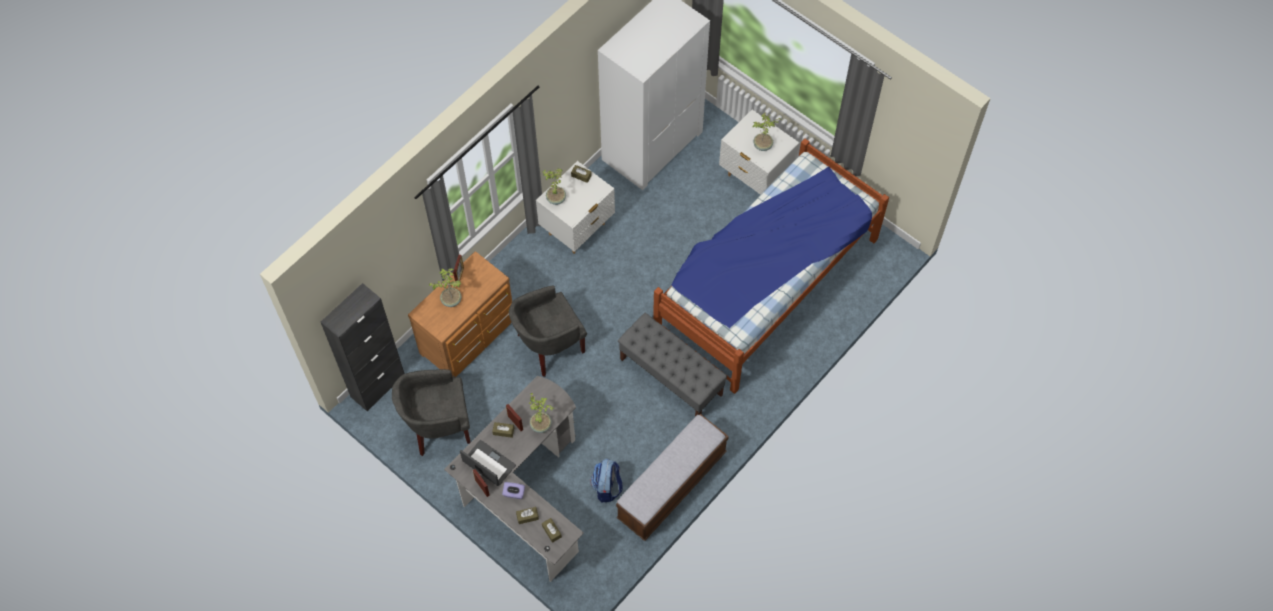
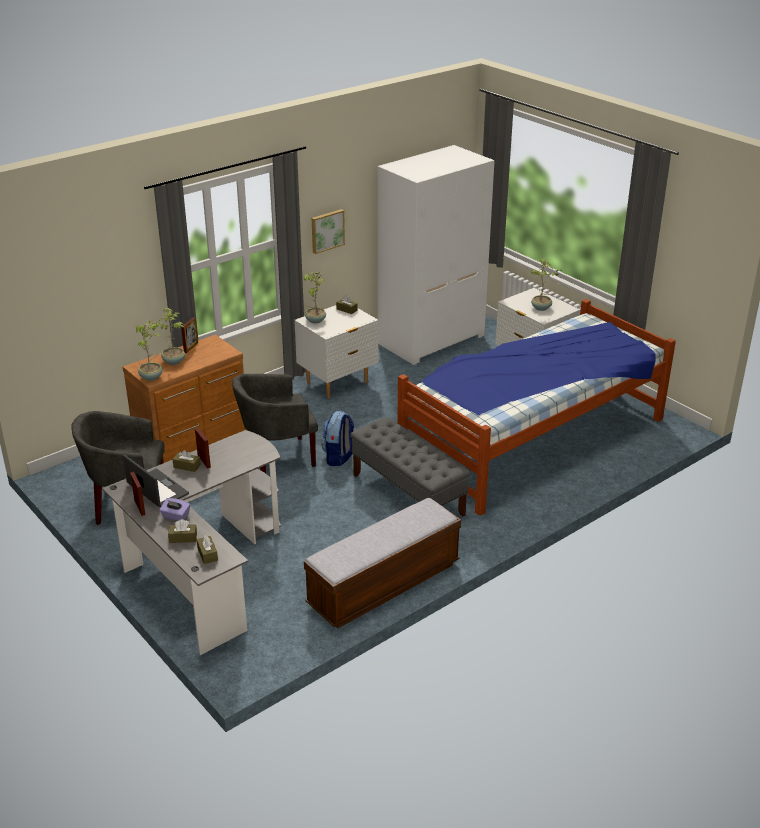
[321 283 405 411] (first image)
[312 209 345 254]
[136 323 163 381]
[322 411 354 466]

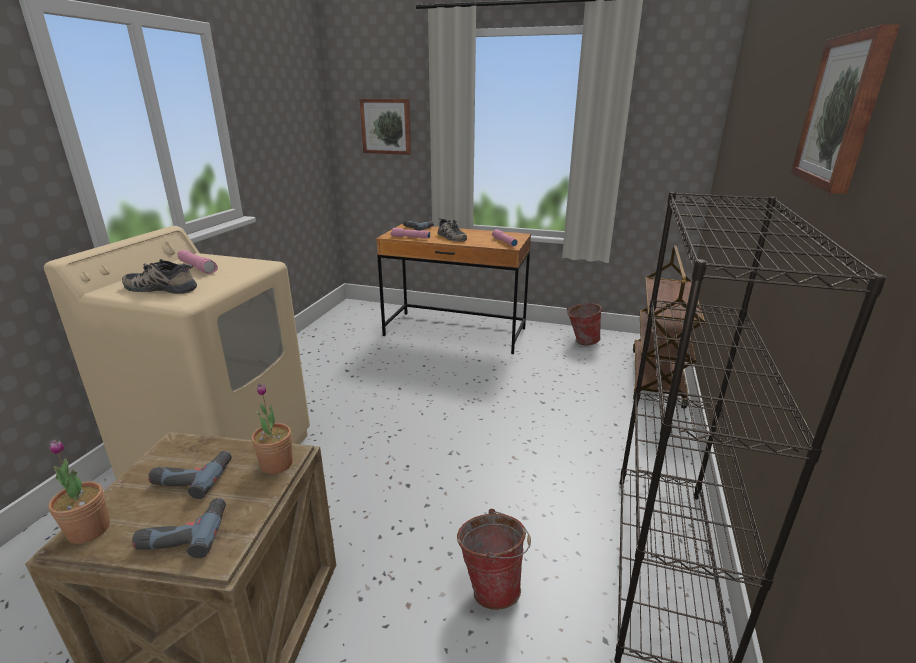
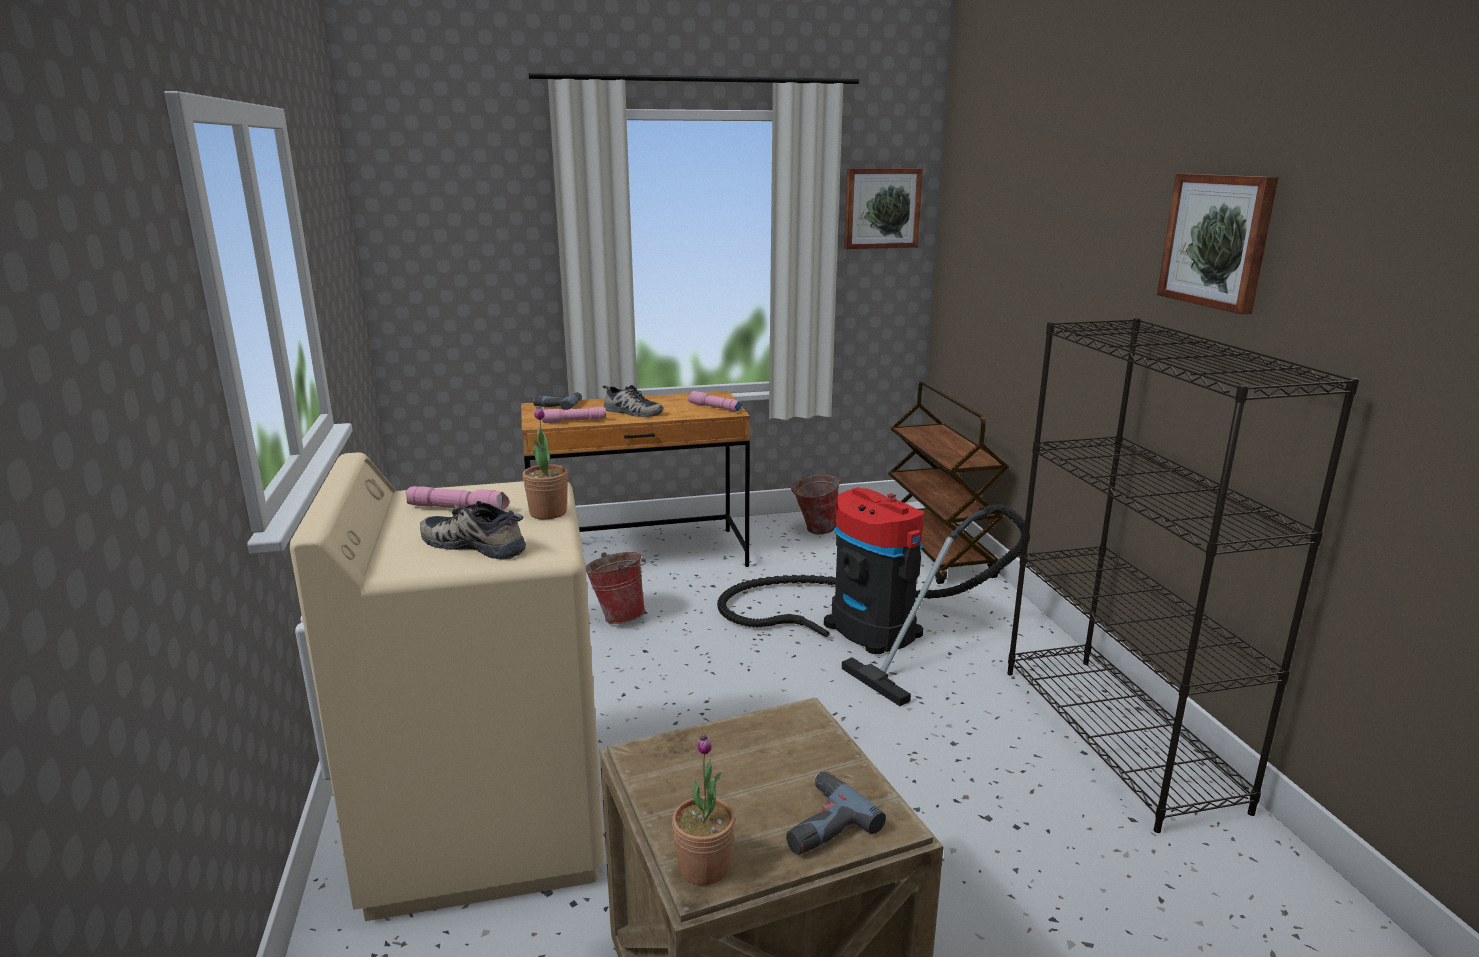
[148 451 232 499] (first image)
[717 487 1030 706]
[522 406 568 520]
[844 168 923 249]
[585 552 646 624]
[420 501 526 560]

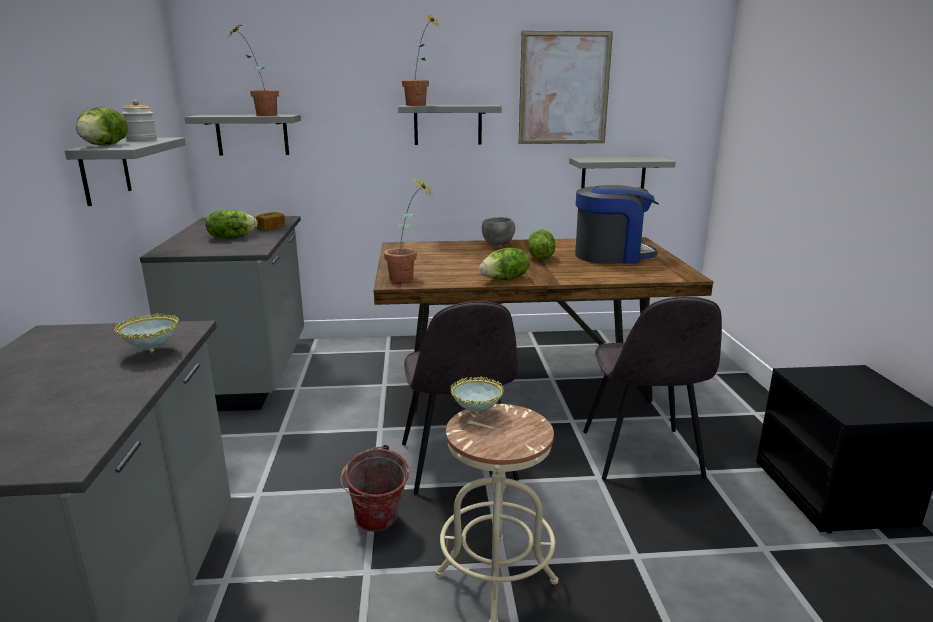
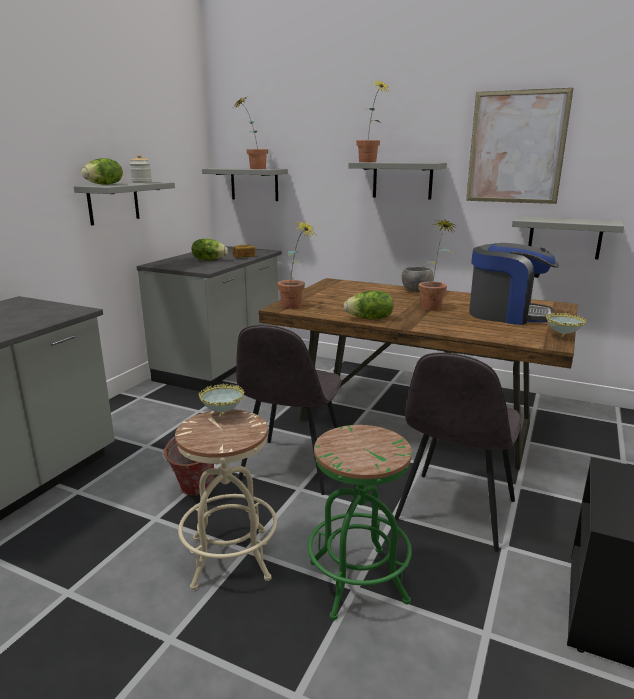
[308 425 412 620]
[546 313 586 337]
[419 220 457 311]

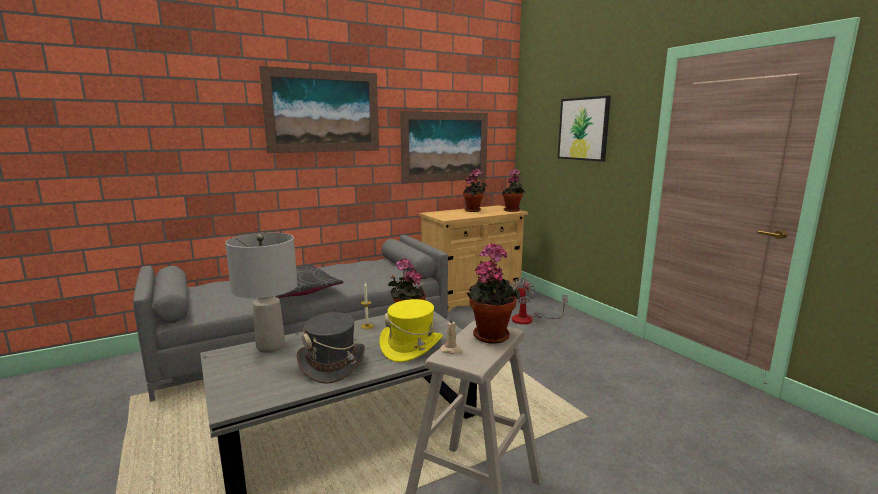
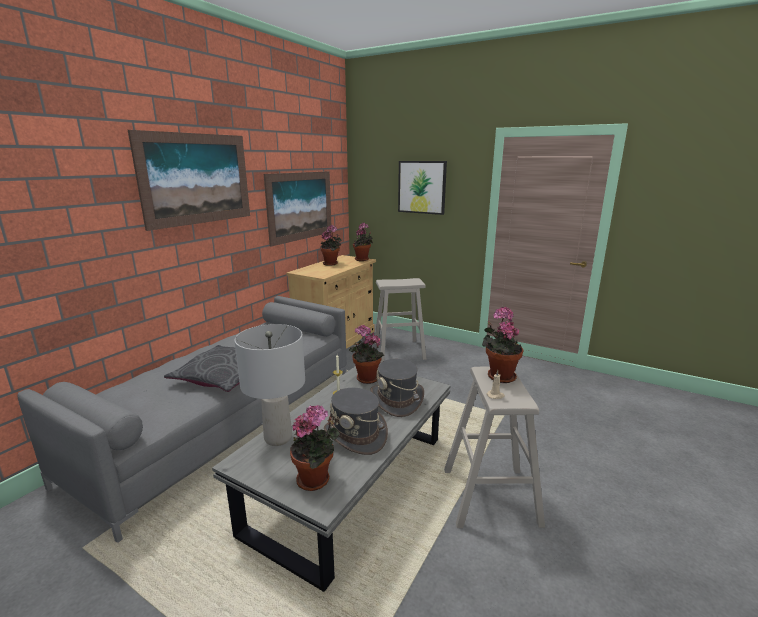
[290 405 340 491]
[374 278 426 363]
[371 359 424 417]

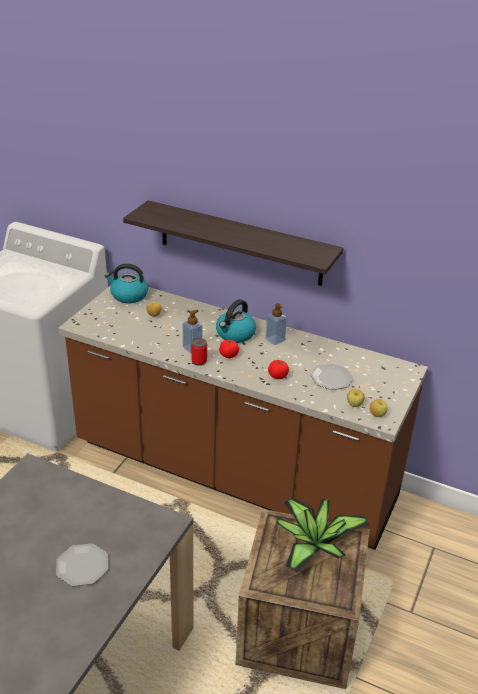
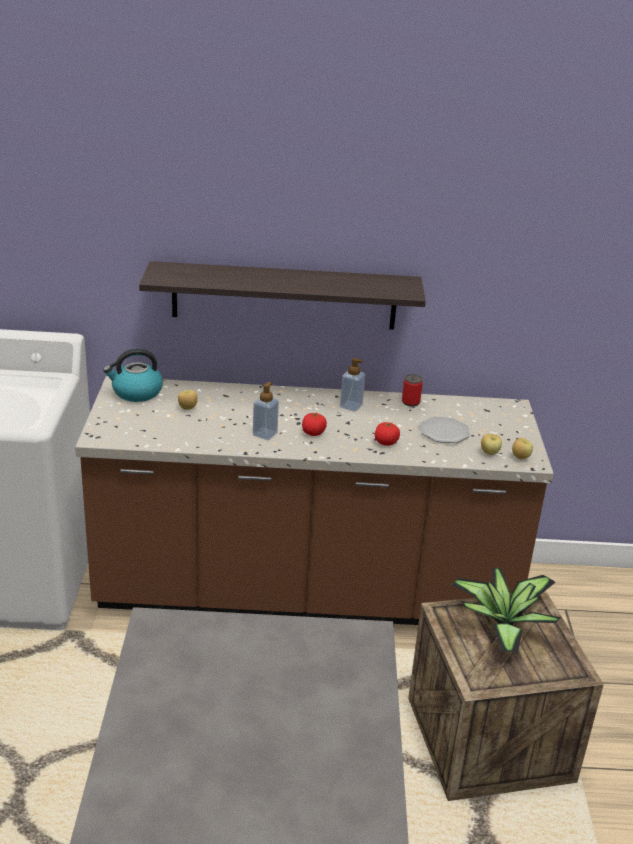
[56 544 108 586] (first image)
[216 299 256 343] (first image)
[402 374 423 407]

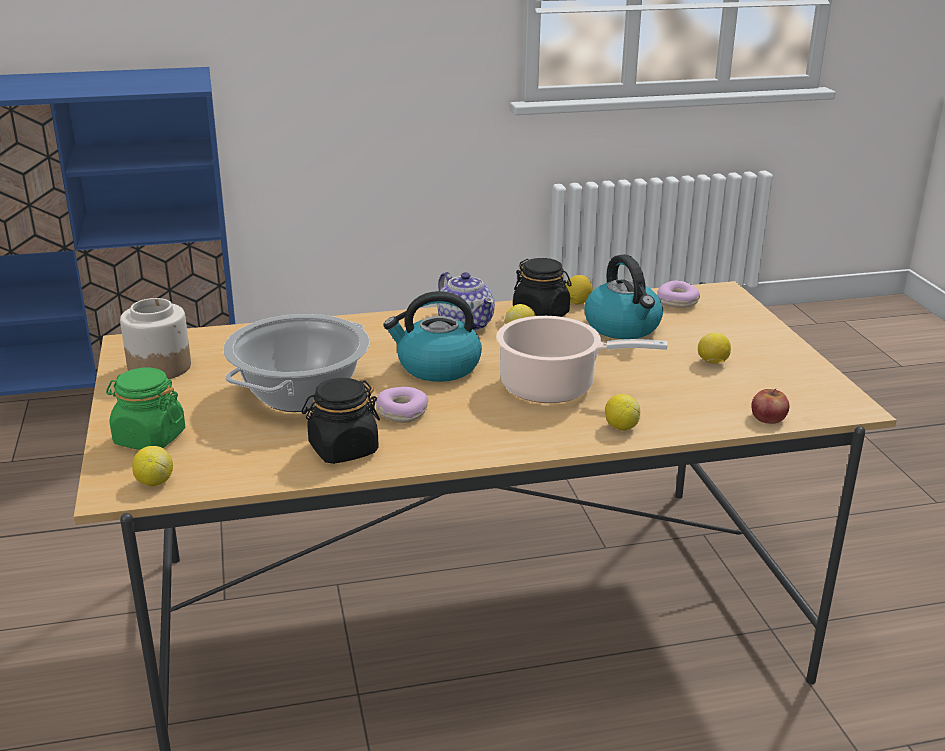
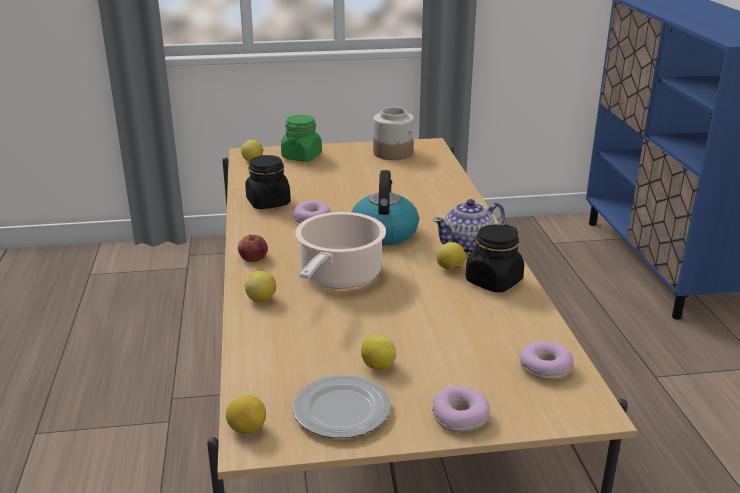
[223 314 370 412] (first image)
[584 254 663 339] (first image)
[292 375 391 438]
[432 386 490 432]
[226 395 266 434]
[238 234 268 262]

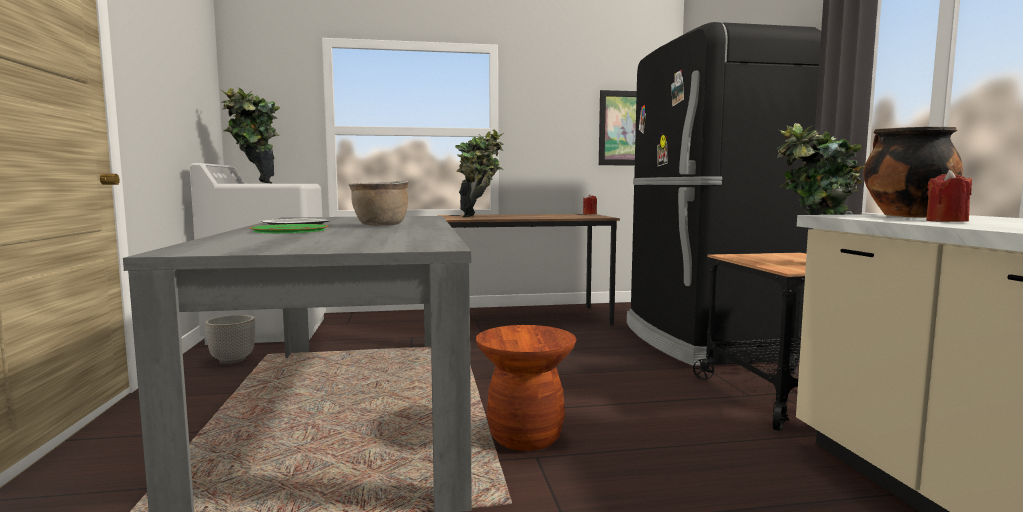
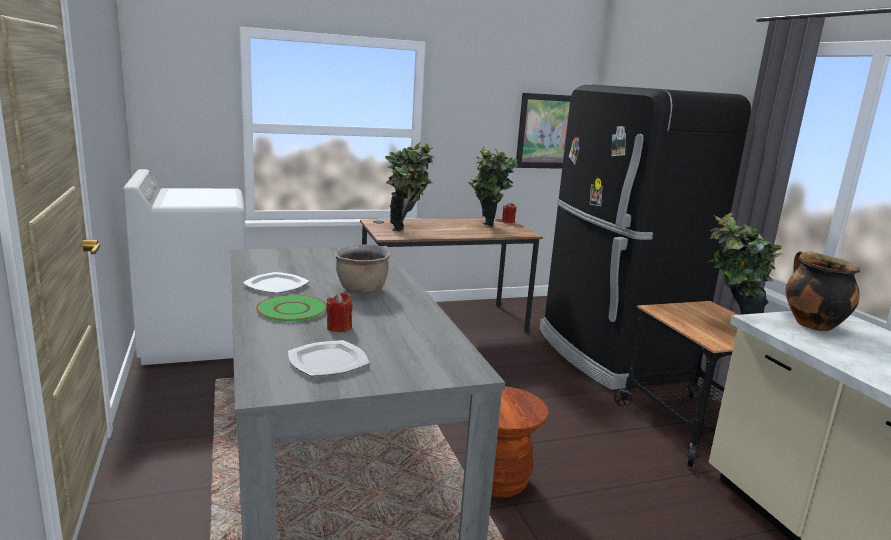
[205 315 255 364] (first image)
[288 340 369 376]
[468 146 518 226]
[326 293 352 332]

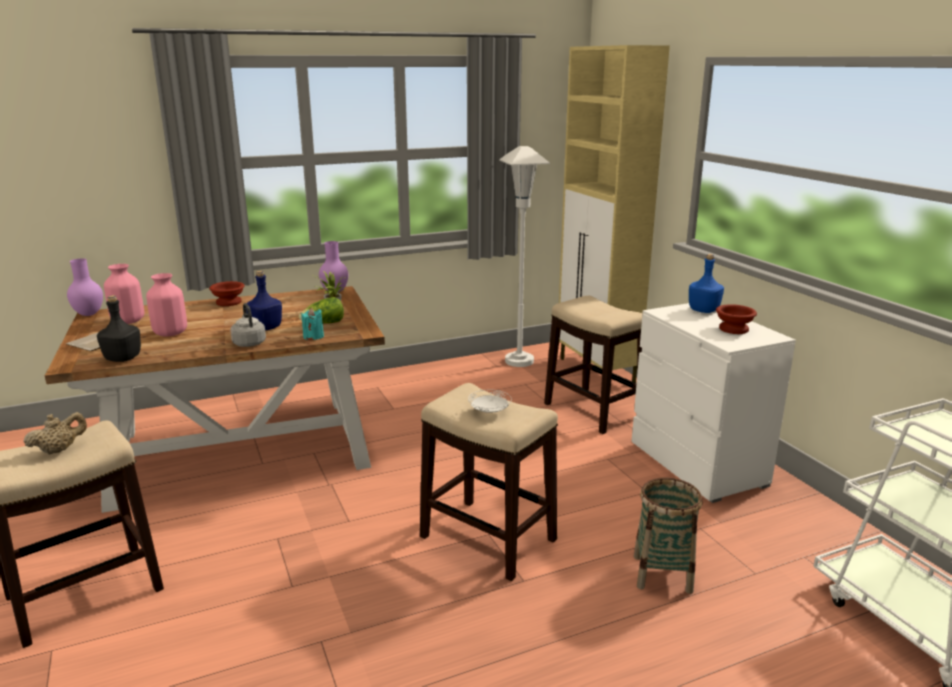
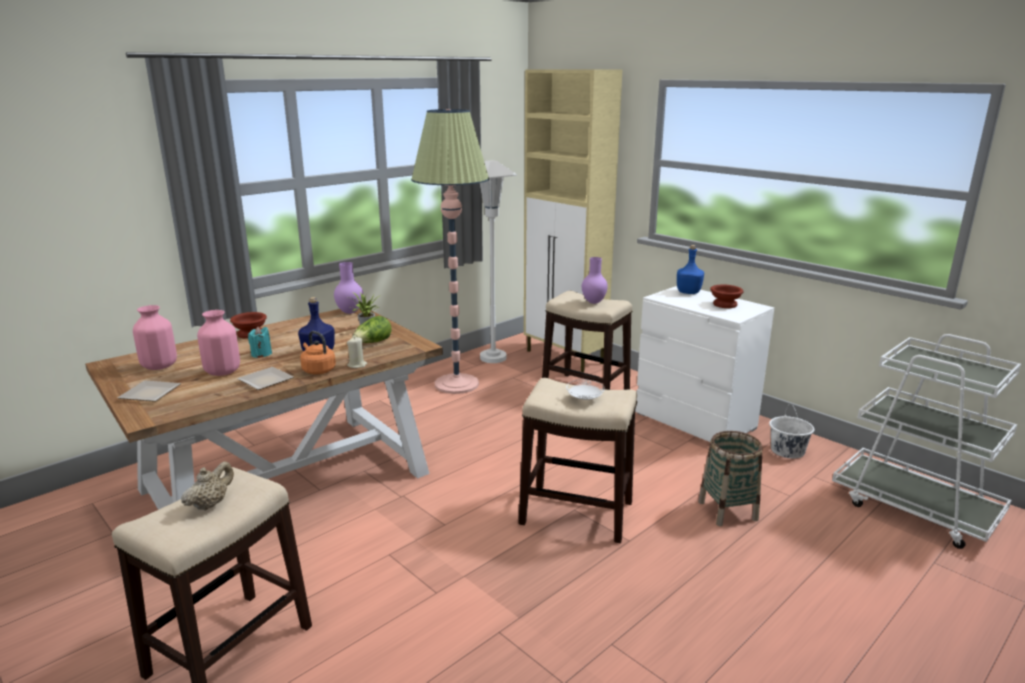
[97 295 141 362] (first image)
[237 367 294 390]
[347 337 367 368]
[411 109 489 394]
[769 404 815 459]
[582 257 608 304]
[248 326 272 358]
[300 331 336 374]

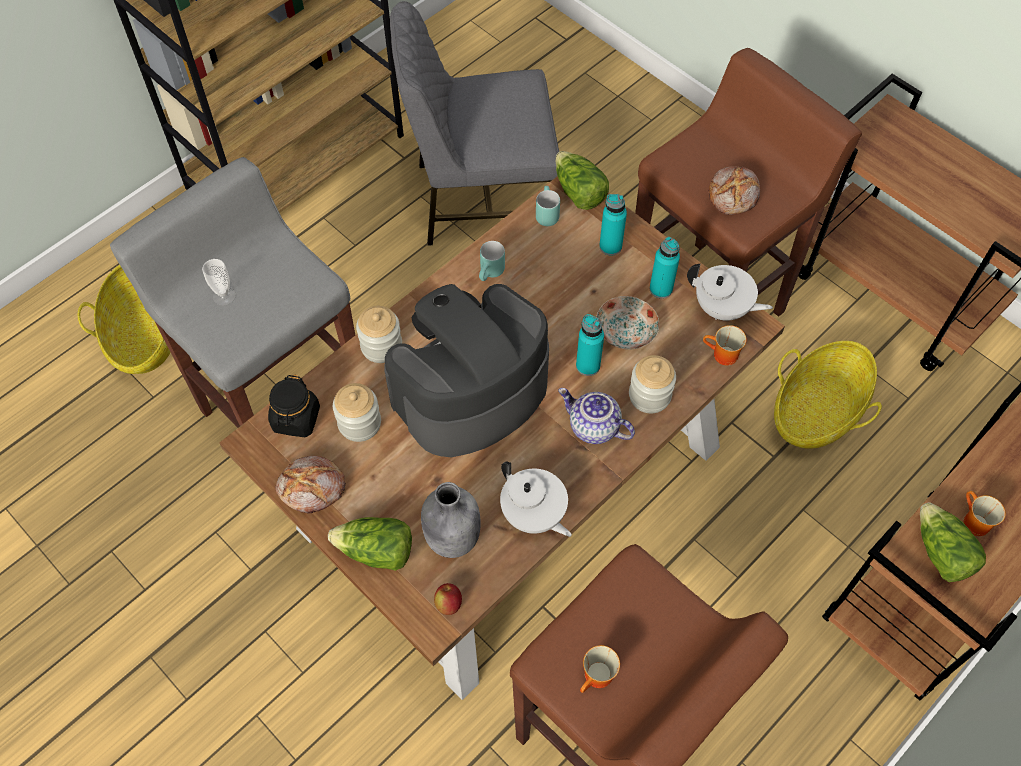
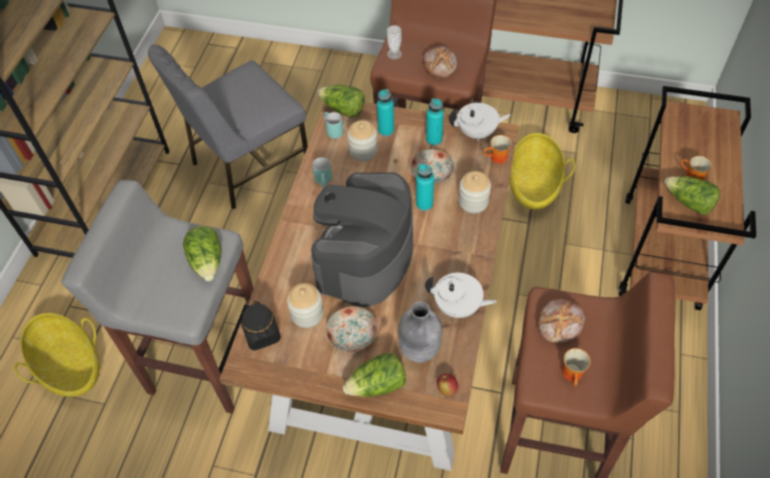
[558 388 635 444] (first image)
[183 226 221 281]
[326 306 377 352]
[387 25 402 59]
[537 299 585 343]
[347 120 378 161]

